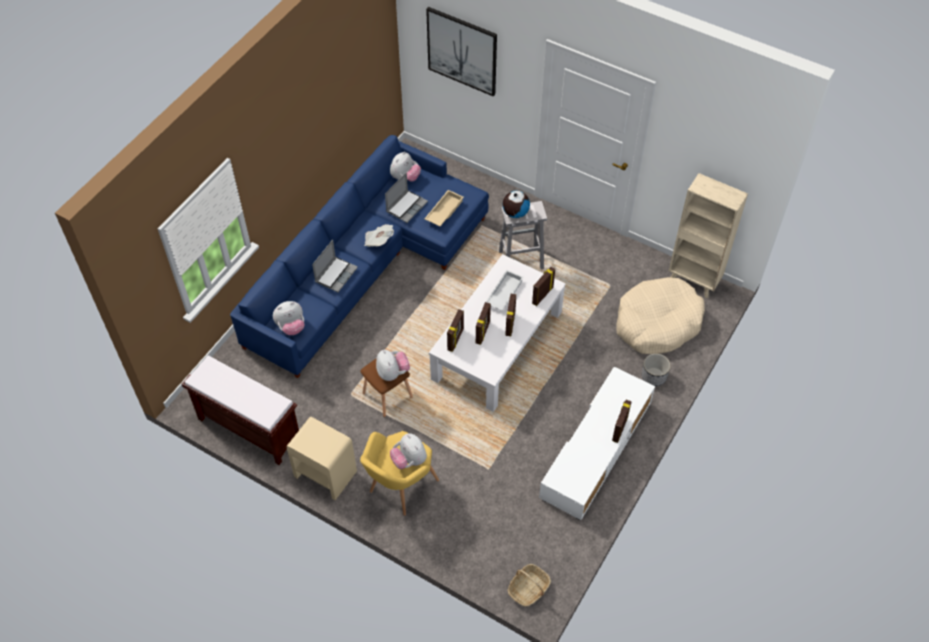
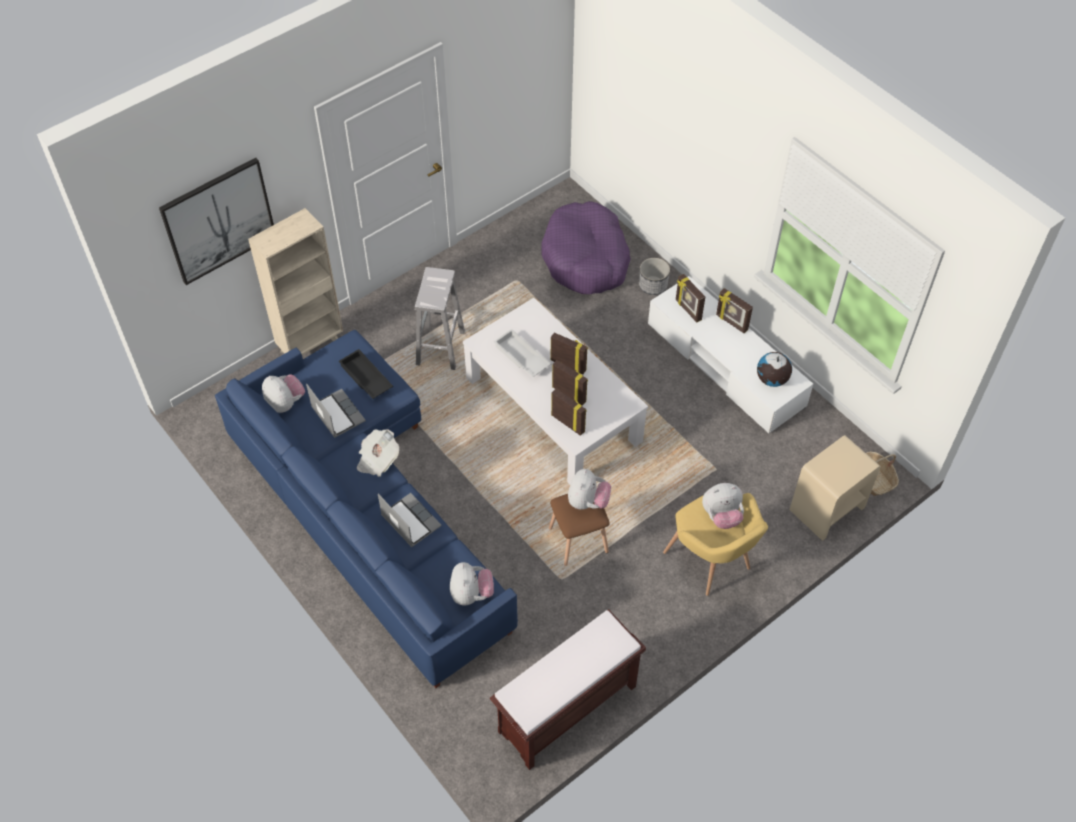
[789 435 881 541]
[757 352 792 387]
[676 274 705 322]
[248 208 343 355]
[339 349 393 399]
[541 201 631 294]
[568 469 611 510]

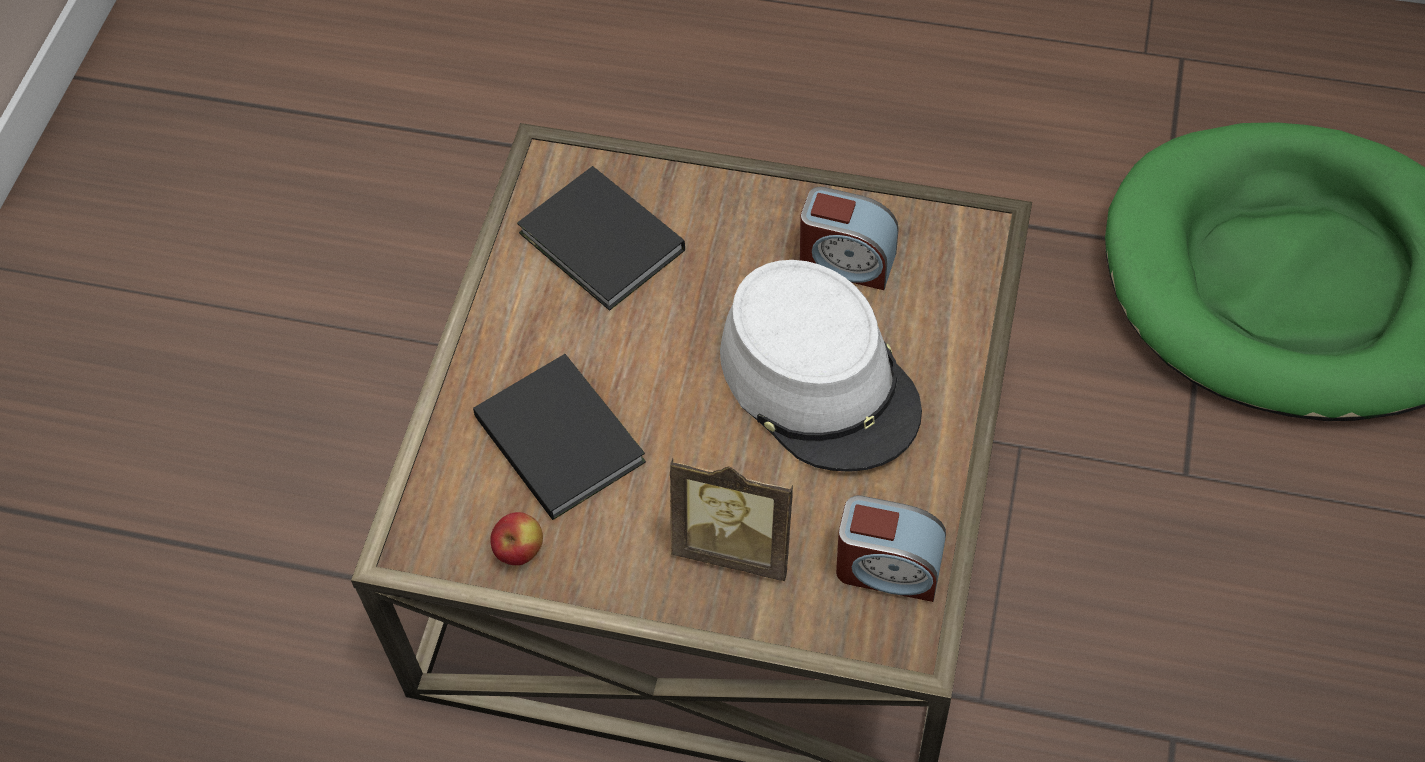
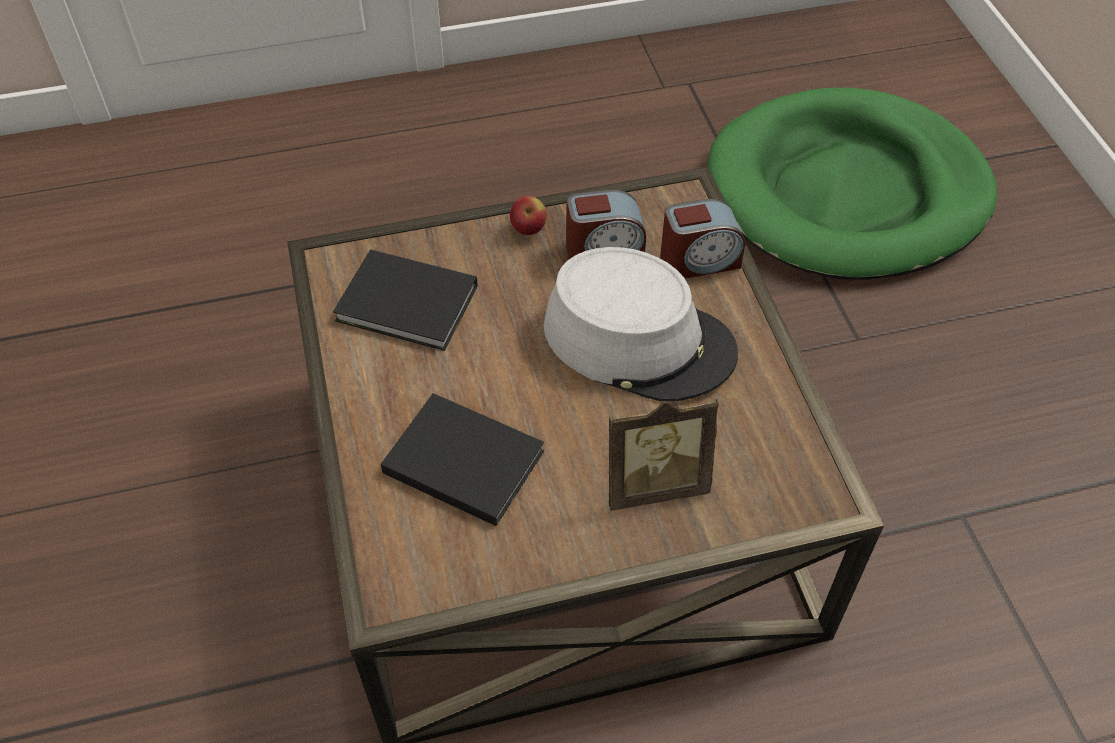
[510 196 547 235]
[660 199 745 278]

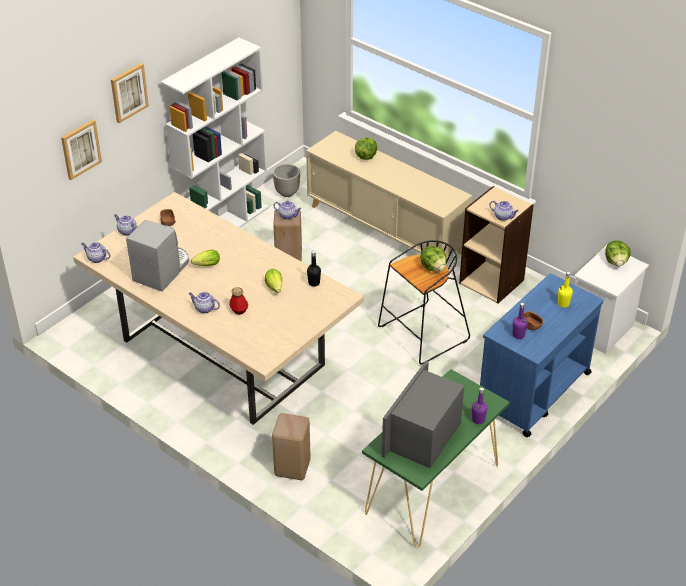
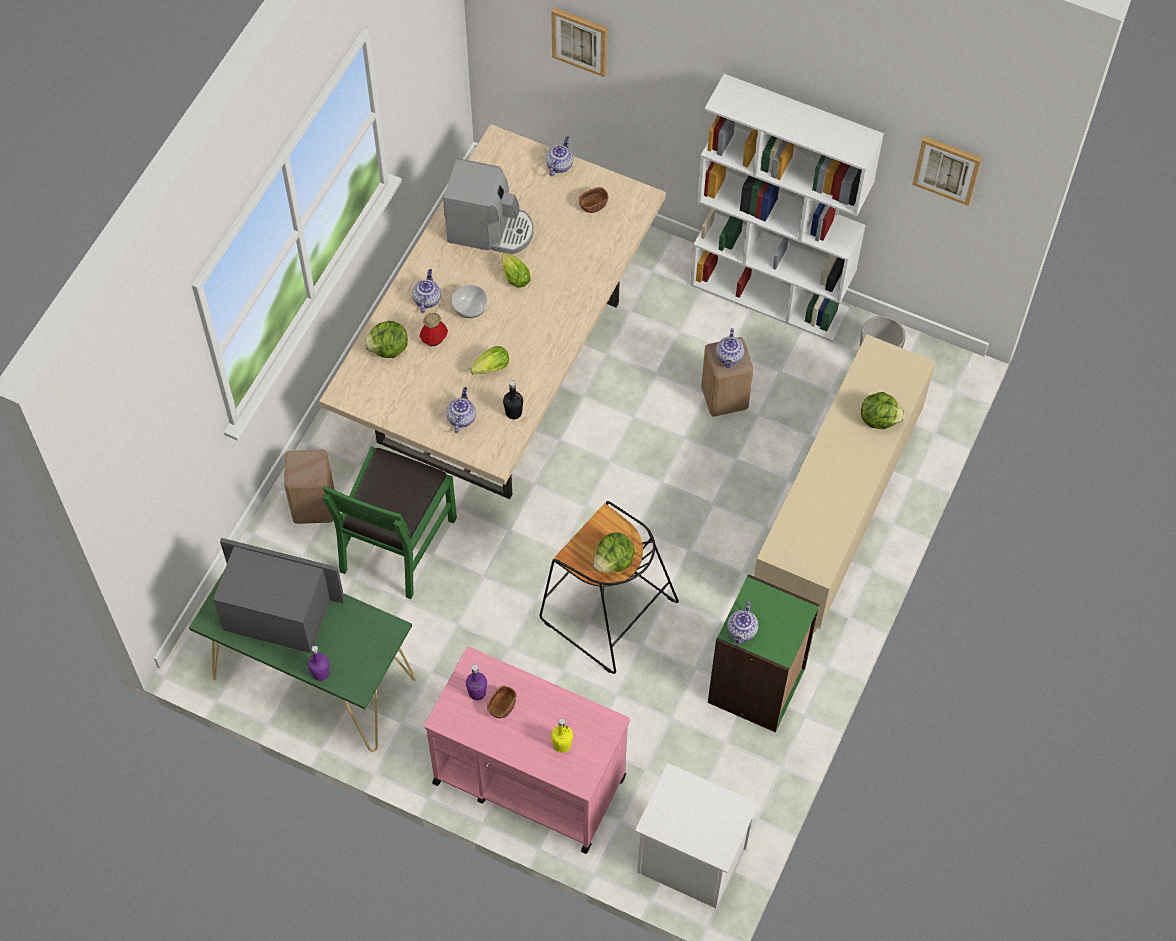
[323 446 457 599]
[452 285 488 318]
[446 387 476 434]
[912 136 982 206]
[363 321 408 358]
[708 574 820 732]
[424 647 630 854]

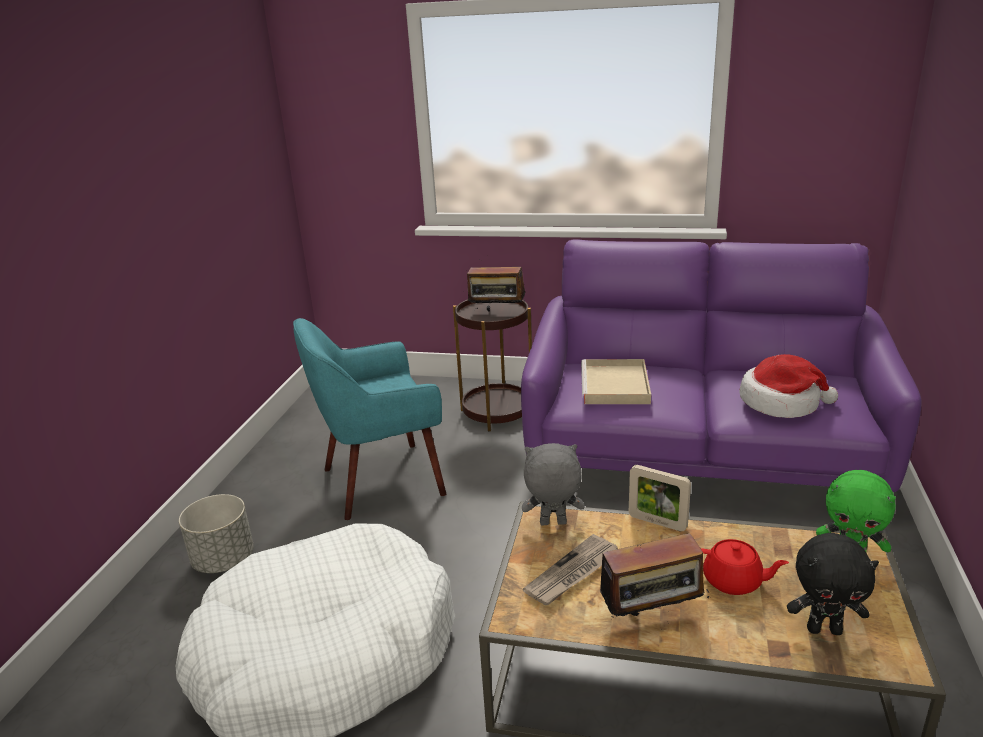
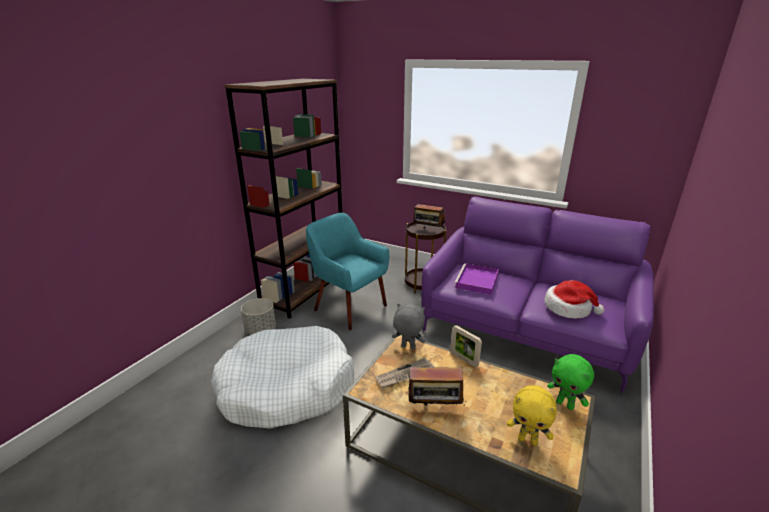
[701 539 789 595] (first image)
[224 79 342 319]
[454 263 499 295]
[507 385 557 446]
[306 213 389 330]

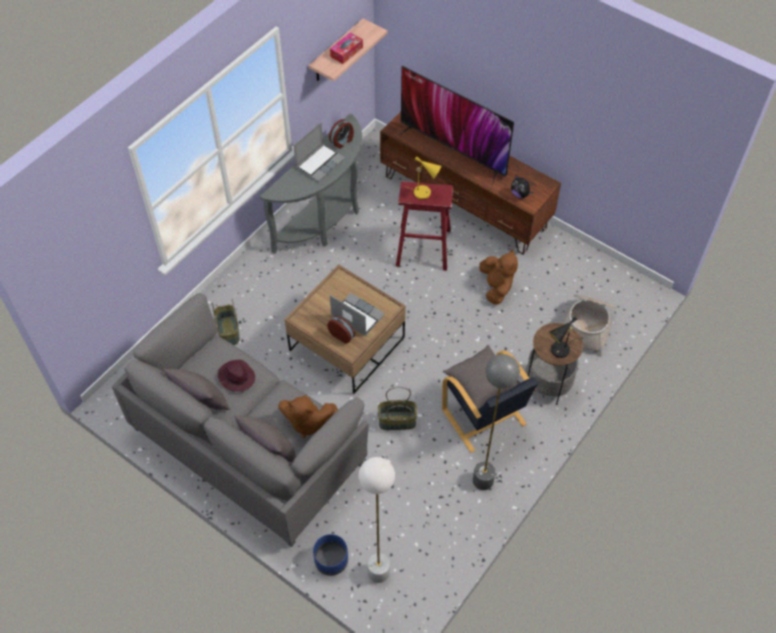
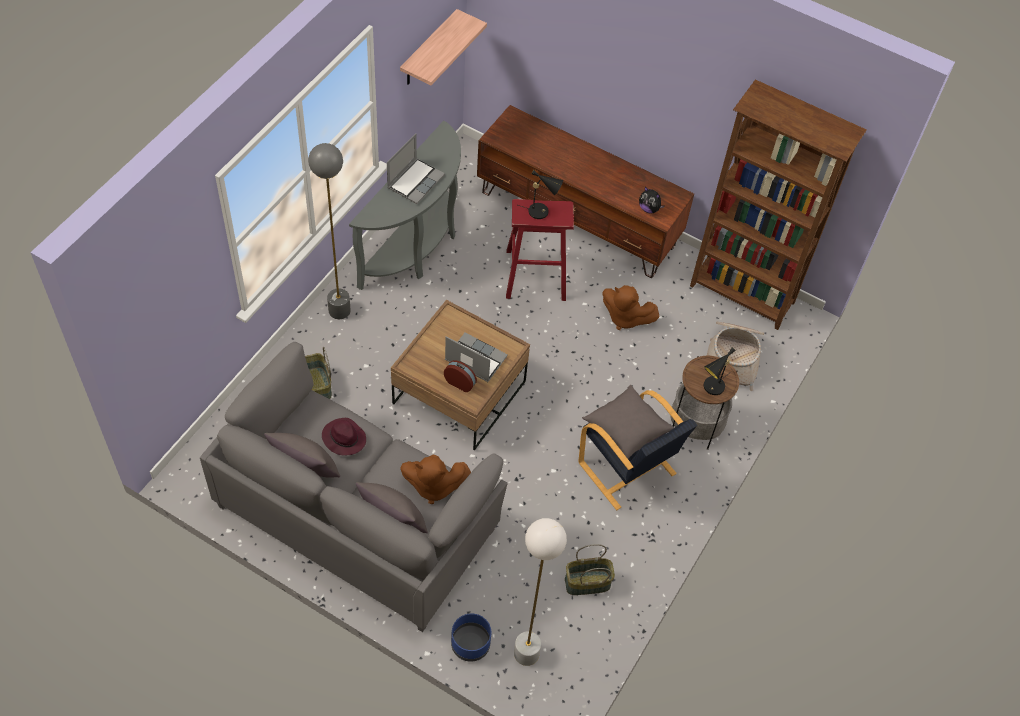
[329 119 354 149] (first image)
[330 32 363 64] (first image)
[400 66 514 185] (first image)
[690 79 867 330]
[565 544 615 595]
[308 143 351 319]
[518 170 563 219]
[602 285 660 330]

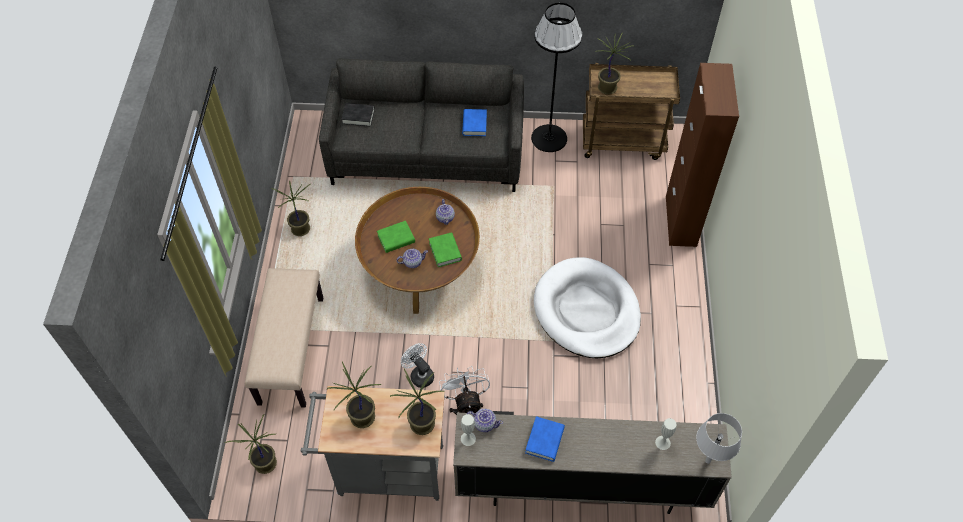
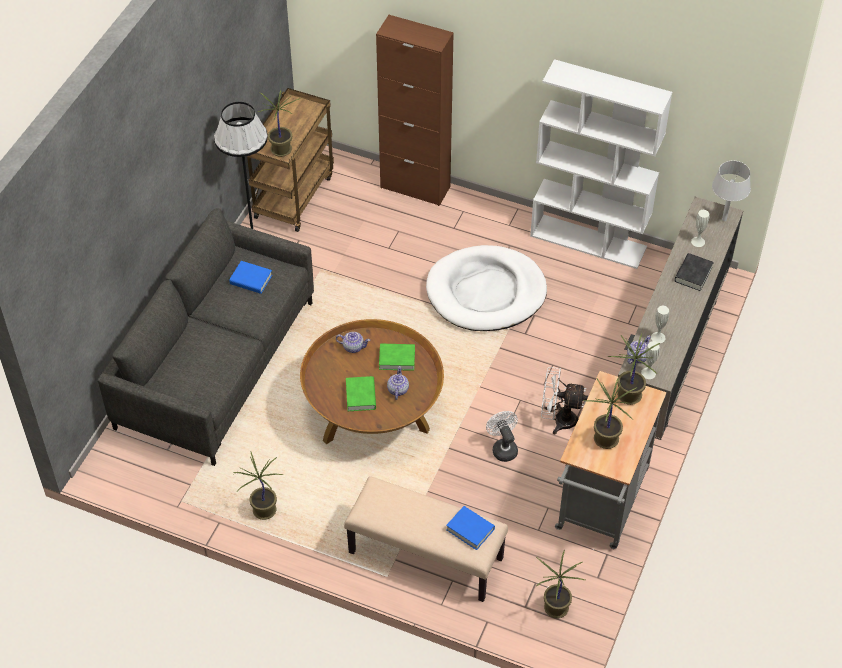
[530 59 672 269]
[651 306 669 343]
[674 253 714 291]
[446 506 495 550]
[486 411 518 462]

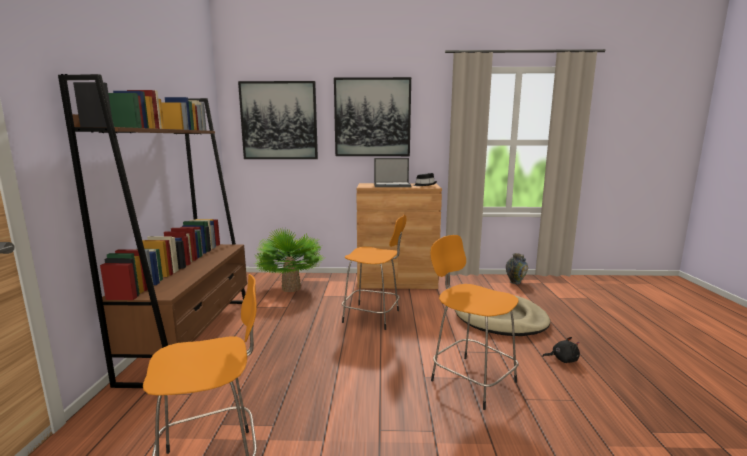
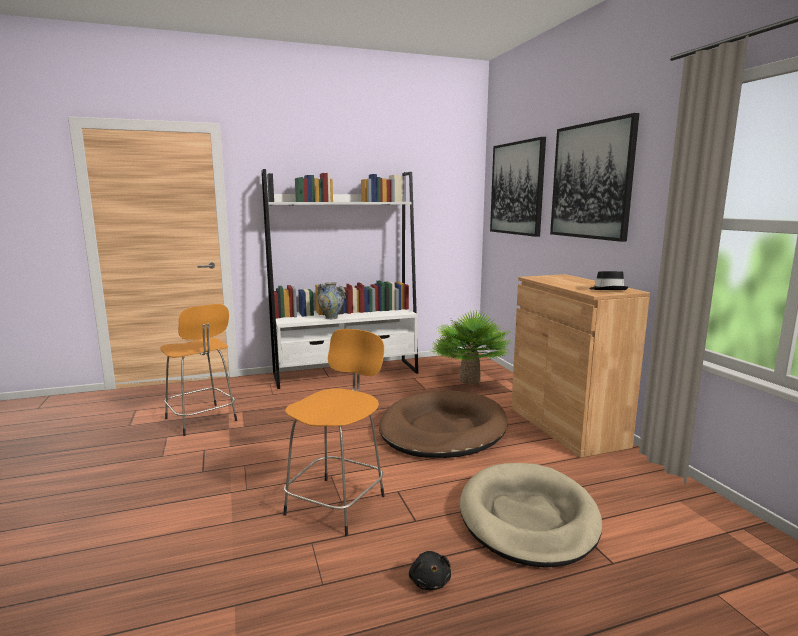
[374 158 411 187] (first image)
[317 282 346 319]
[379 391 507 458]
[261 169 418 389]

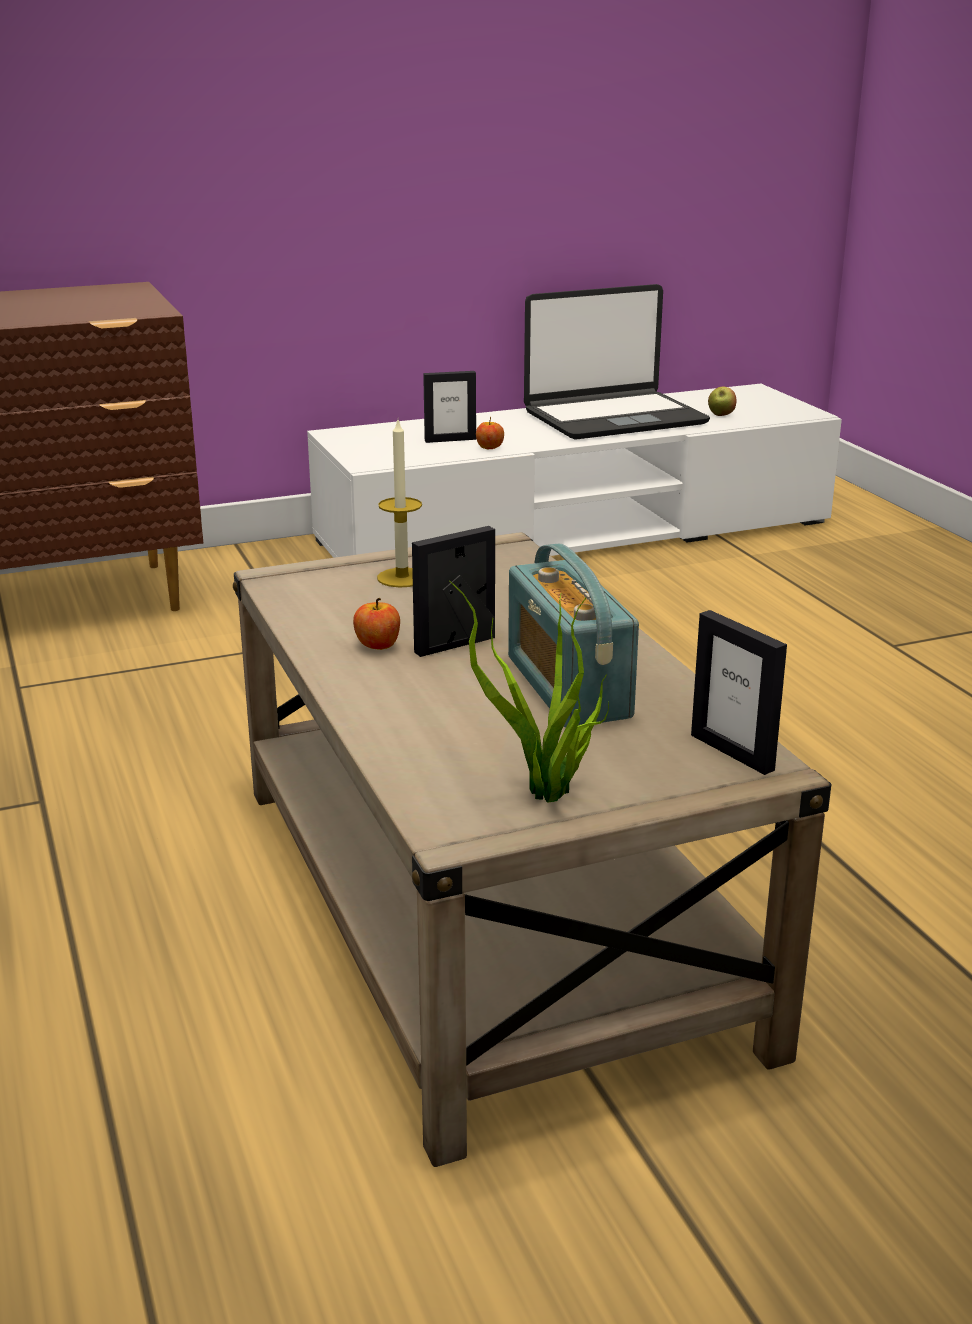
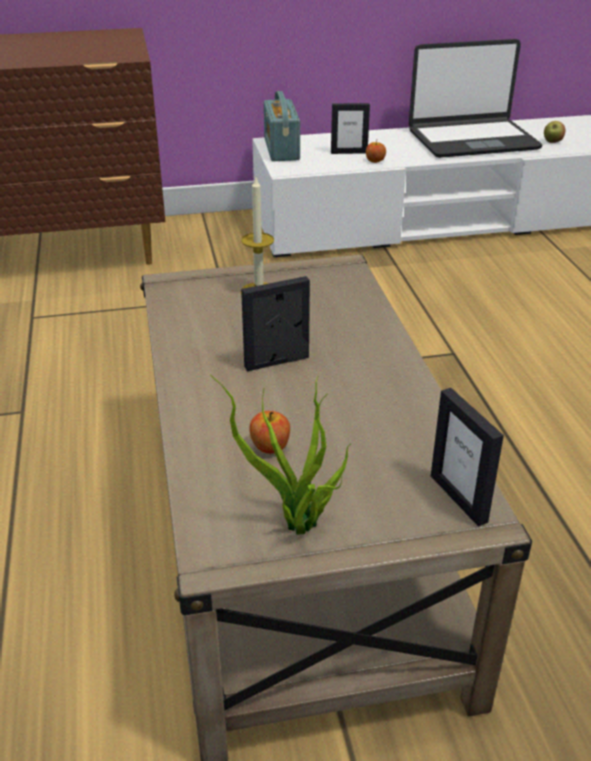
[249 411 290 454]
[264 91 300 161]

